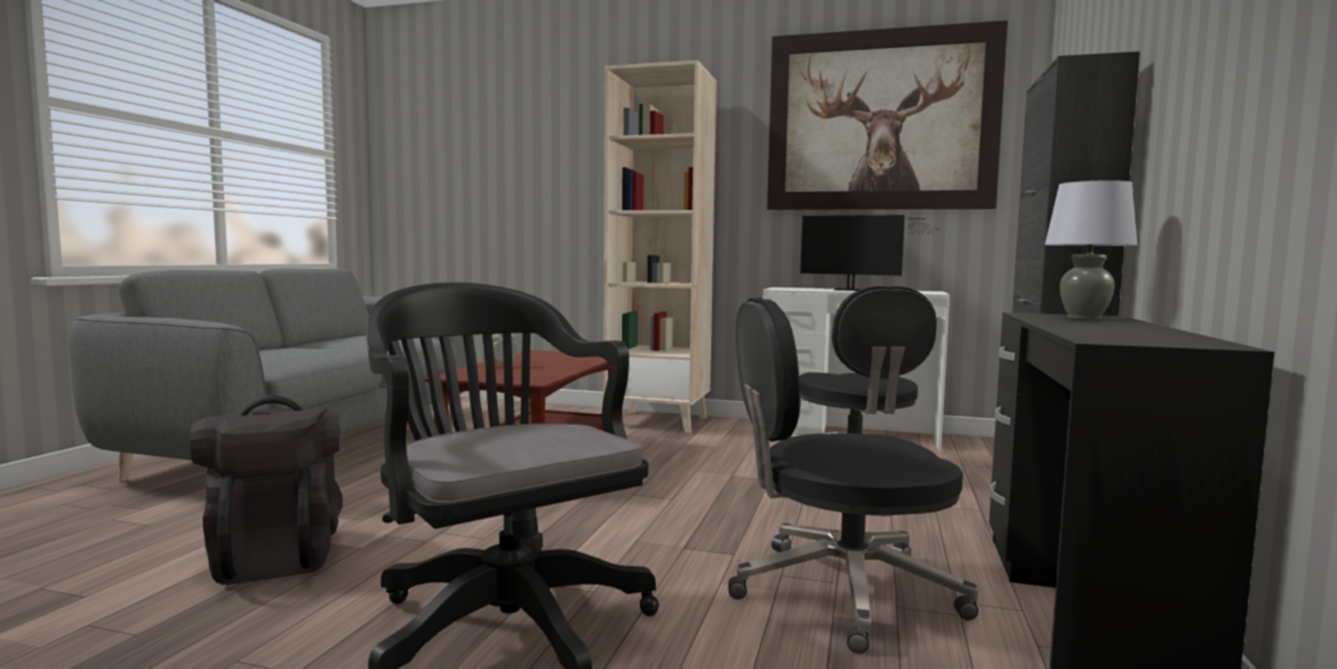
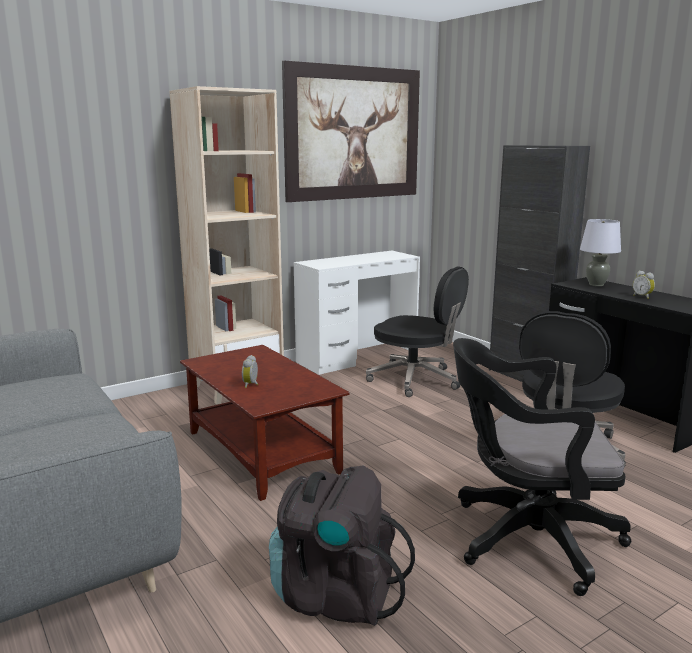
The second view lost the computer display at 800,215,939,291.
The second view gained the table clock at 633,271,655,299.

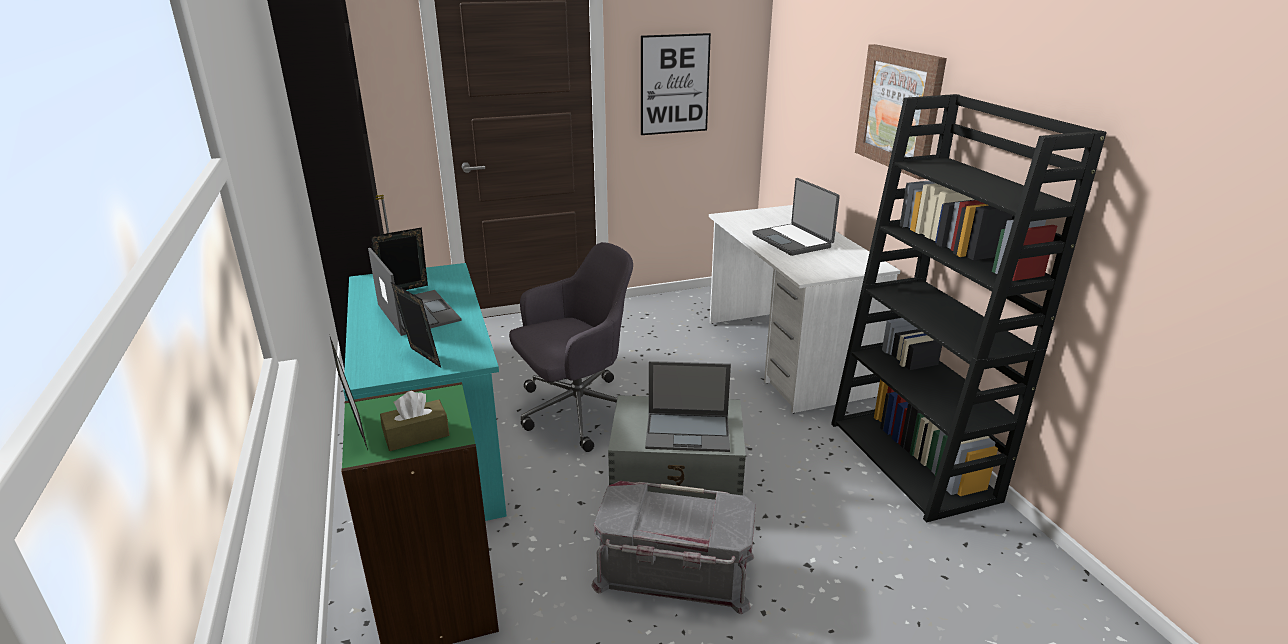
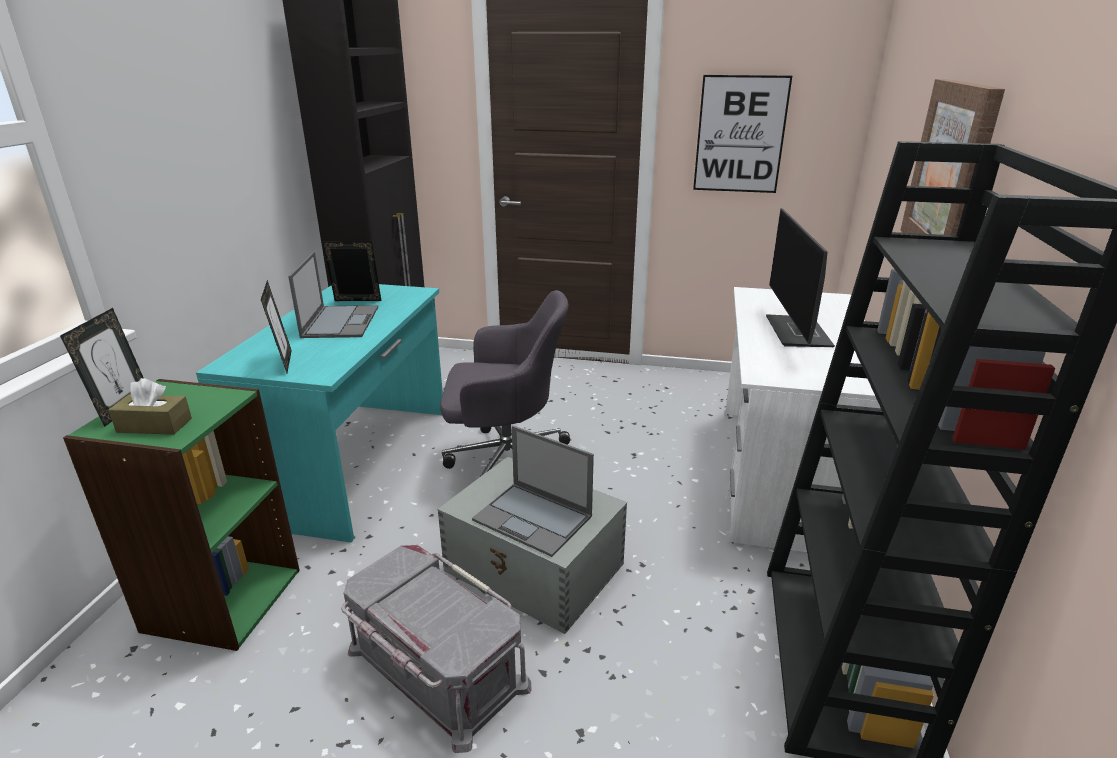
Where the portable computer stood at 752,178,840,256, the computer display came to stand at 766,208,835,347.

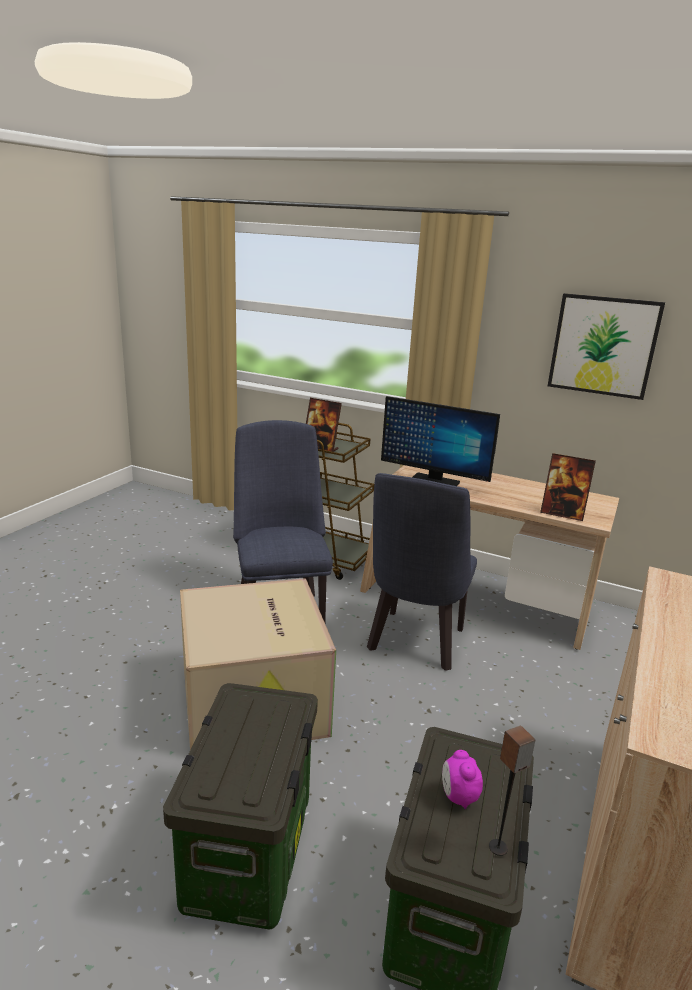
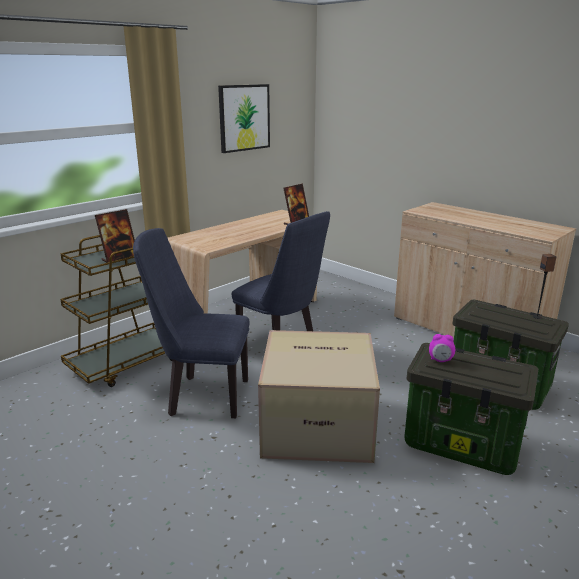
The second view lost the computer display at 381,396,500,486.
The table clock ended up elsewhere, having gone from 442,750,483,809 to 429,334,455,362.

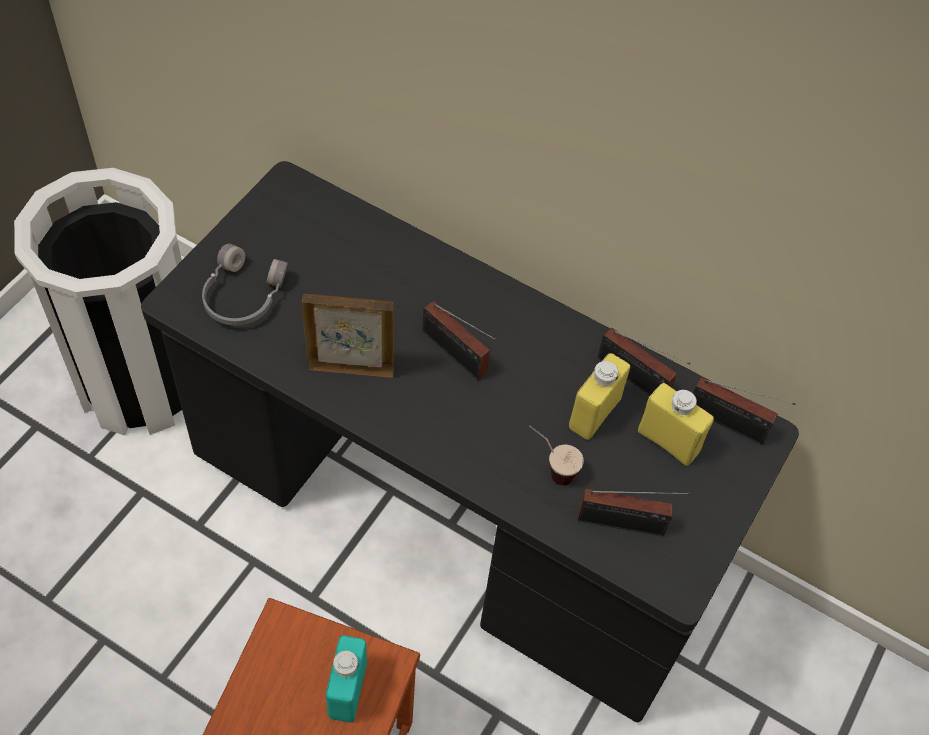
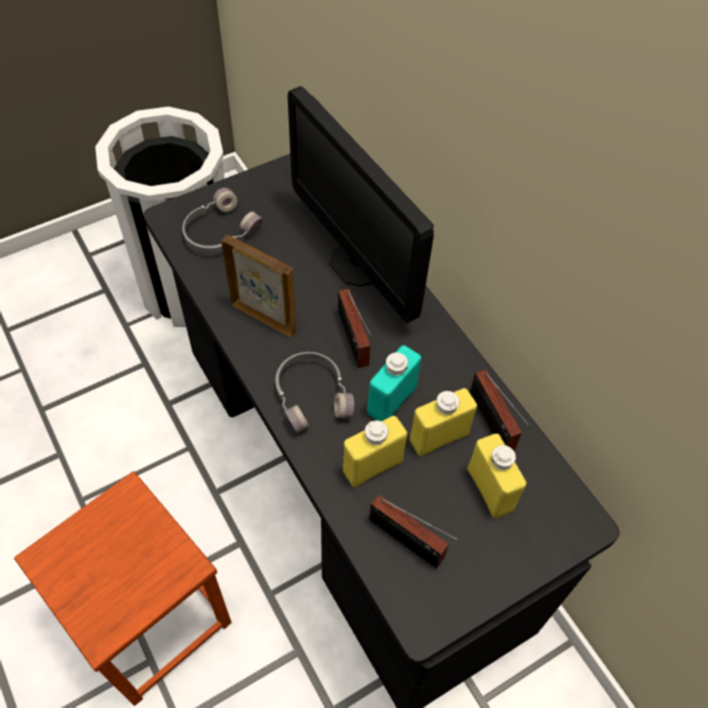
The drink bottle/turquoise ended up elsewhere, having gone from 326,636,367,723 to 367,345,421,421.
Where the small cup stood at 529,426,584,485, the drink bottle/yellow-coloured came to stand at 343,416,407,488.
The second view lost the radio at 693,377,796,445.
The second view gained the headset/gray at 275,352,354,434.
The second view gained the computer display at 288,86,434,323.

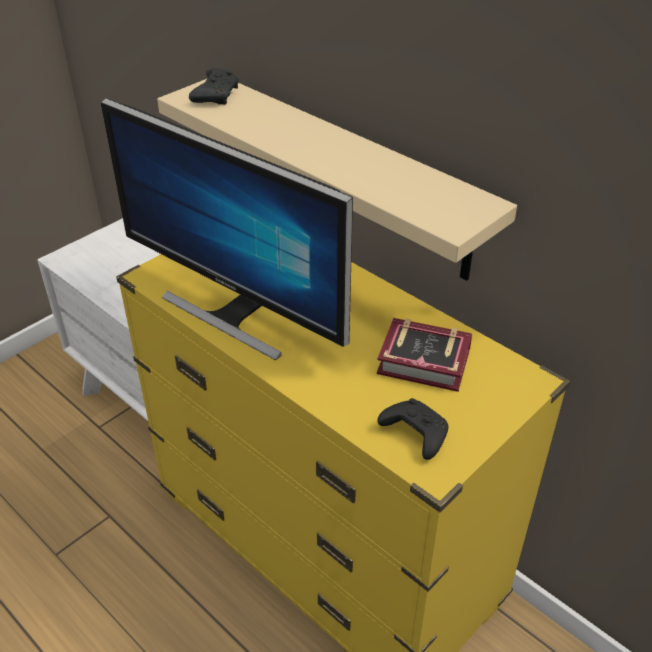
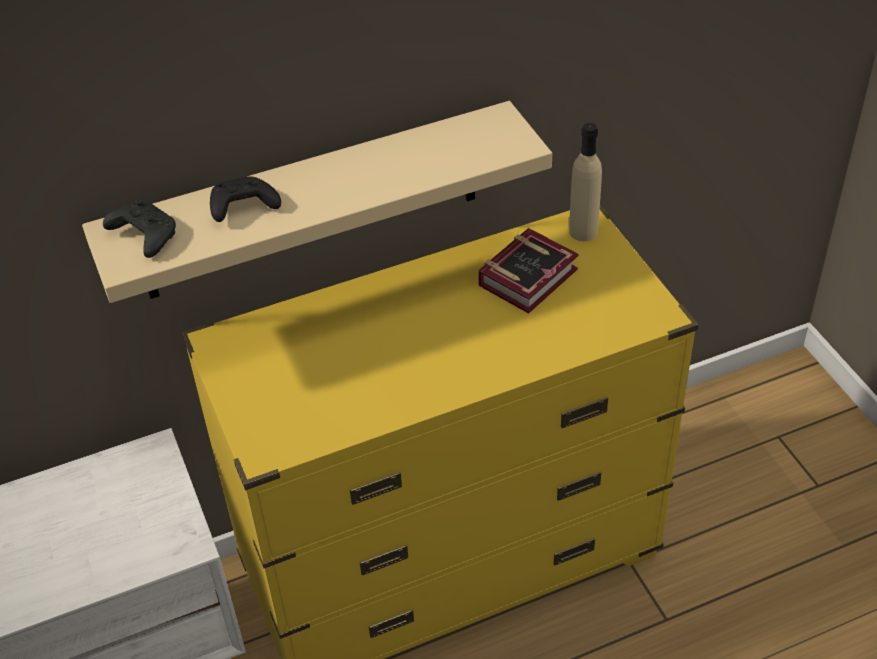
The second view lost the computer display at 101,98,353,360.
The joypad/black-coloured ended up elsewhere, having gone from 377,398,448,460 to 210,176,281,222.
The second view gained the drink bottle/beige at 569,123,602,241.

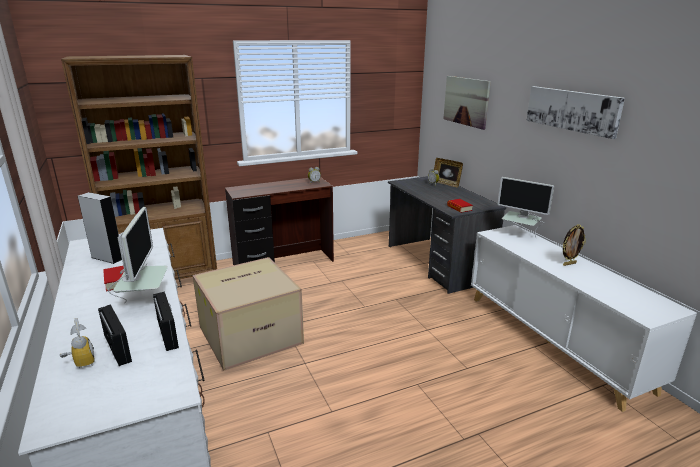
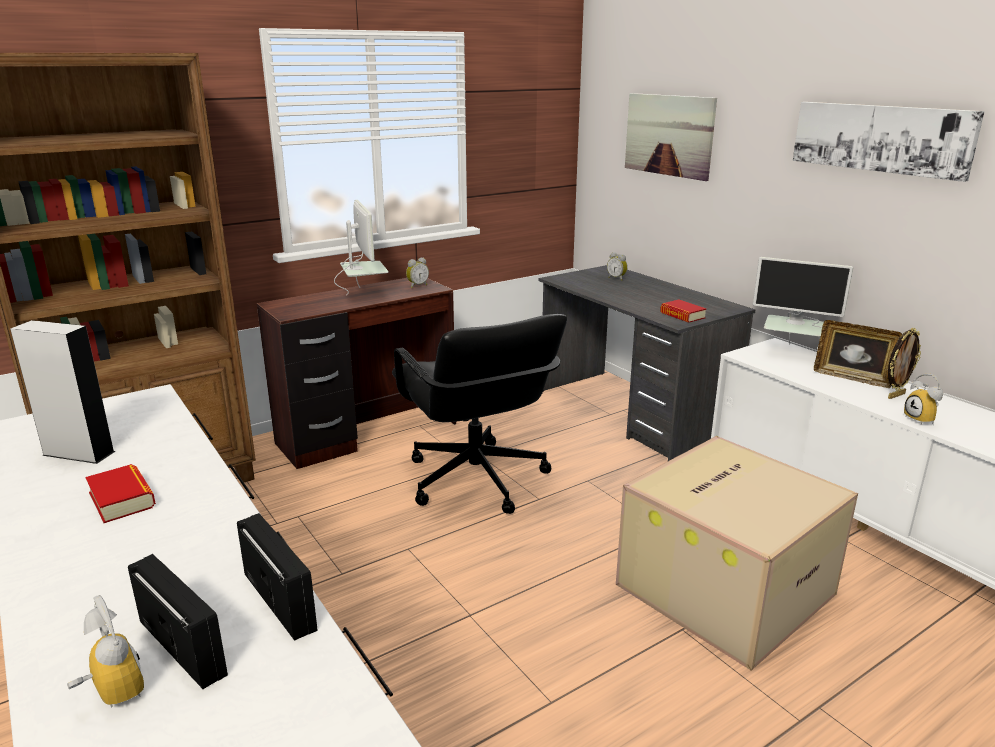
The computer display ended up elsewhere, having gone from 108,207,168,303 to 334,200,389,295.
The cardboard box ended up elsewhere, having gone from 193,257,304,371 to 616,436,858,671.
The picture frame ended up elsewhere, having gone from 434,158,463,188 to 814,320,902,388.
The second view gained the office chair/black-coloured at 392,314,567,514.
The second view gained the table clock at 904,374,943,425.

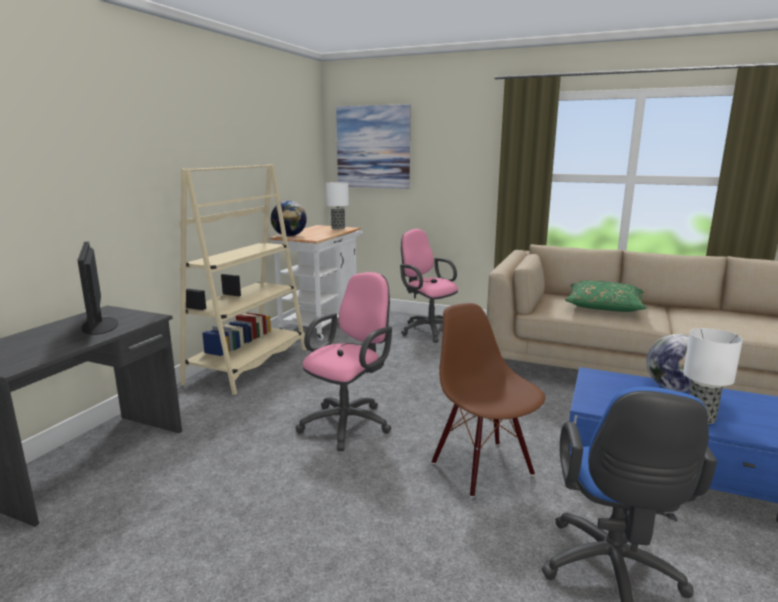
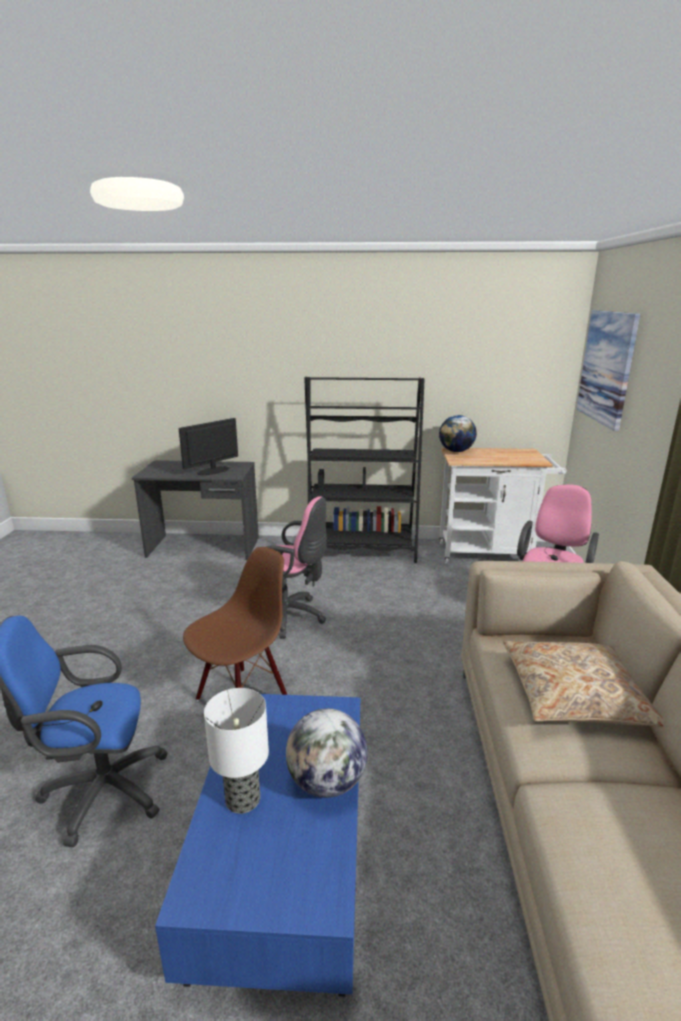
What was the bookshelf/beige at 179,164,306,395 turned into the bookshelf/black-coloured at 304,377,425,563.
The second view lost the lamp for a table at 326,182,349,229.
What was the cushion/greenish at 565,280,647,312 turned into the cushion/beige at 503,640,664,727.

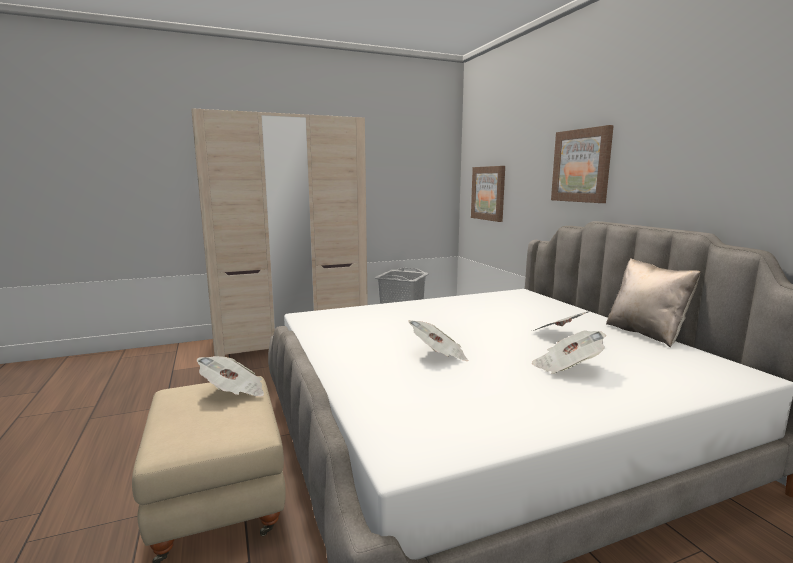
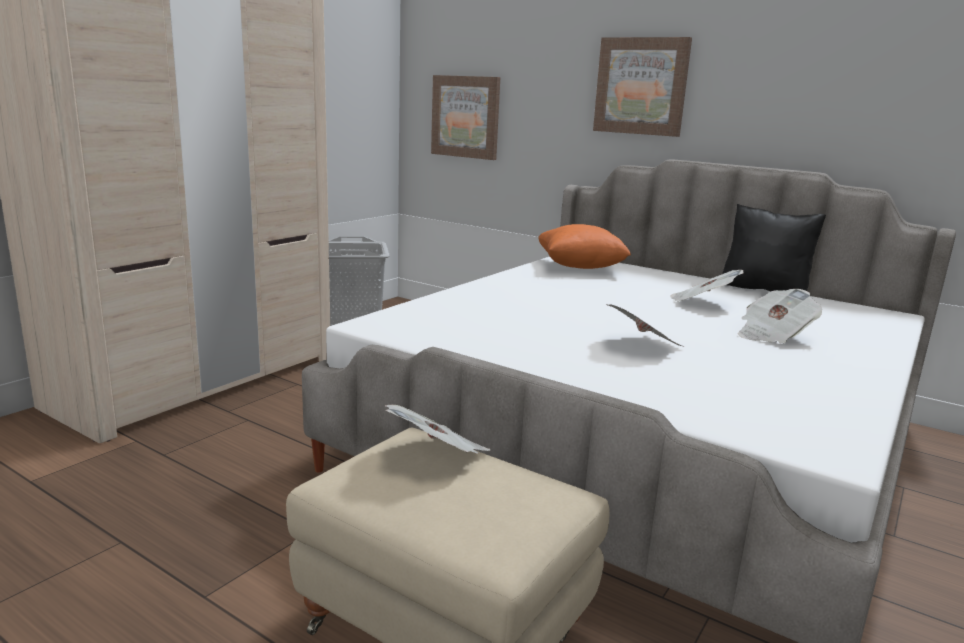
What was the cushion/beige at 606,258,701,347 turned into the cushion/black-coloured at 722,204,826,291.
The second view gained the cushion/orange-coloured at 538,224,631,269.

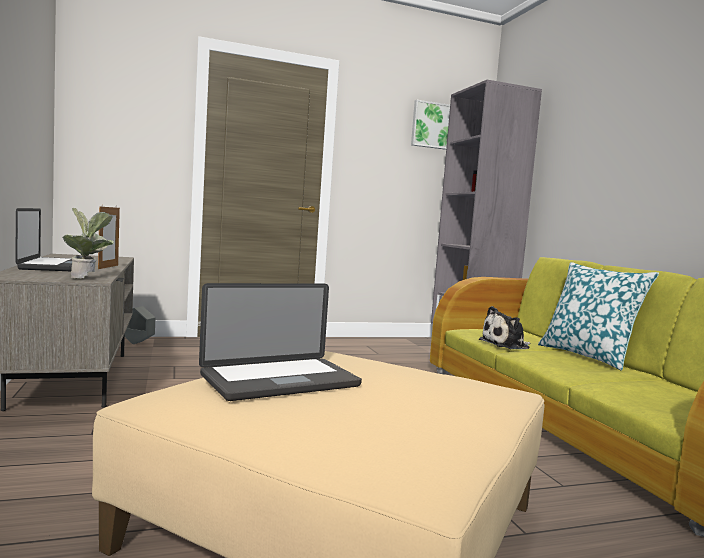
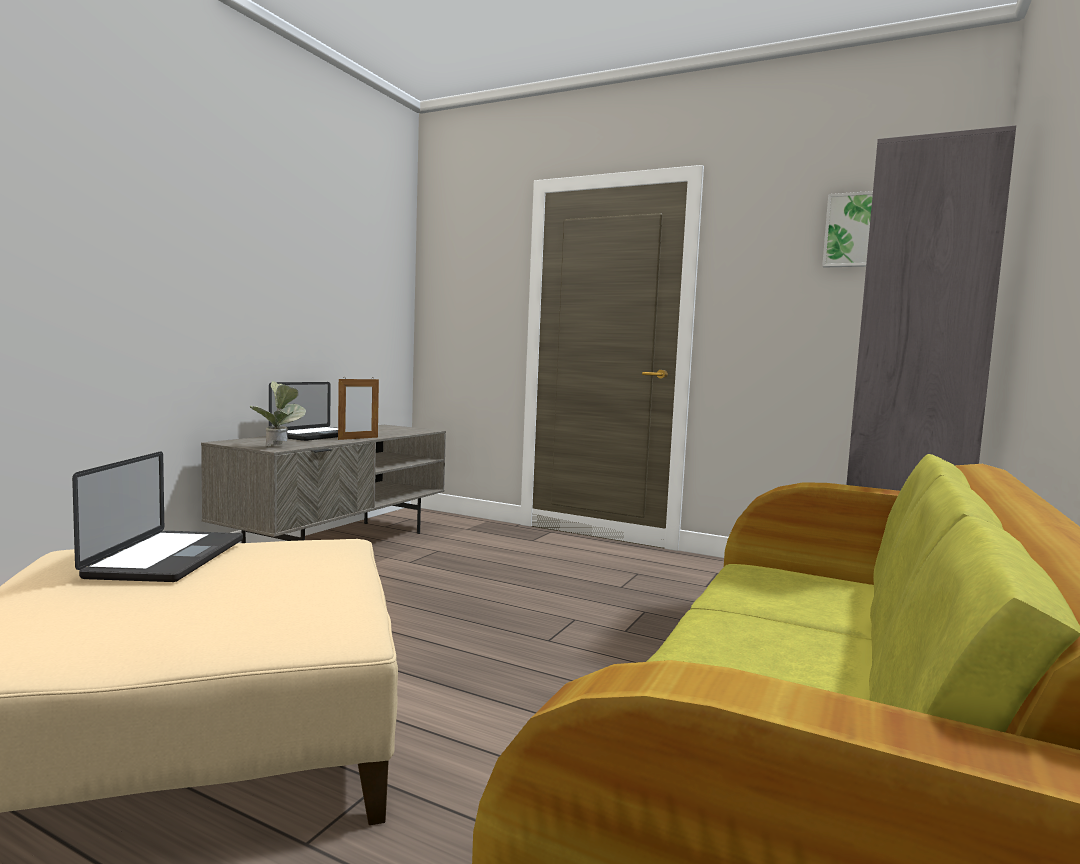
The second view lost the flower pot/gray at 125,306,155,344.
The portable computer at 199,283,362,401 ended up facing another way, 105 degrees counterclockwise from before.
The second view lost the cuddly toy at 479,306,531,349.
The second view lost the cushion at 538,262,659,371.

